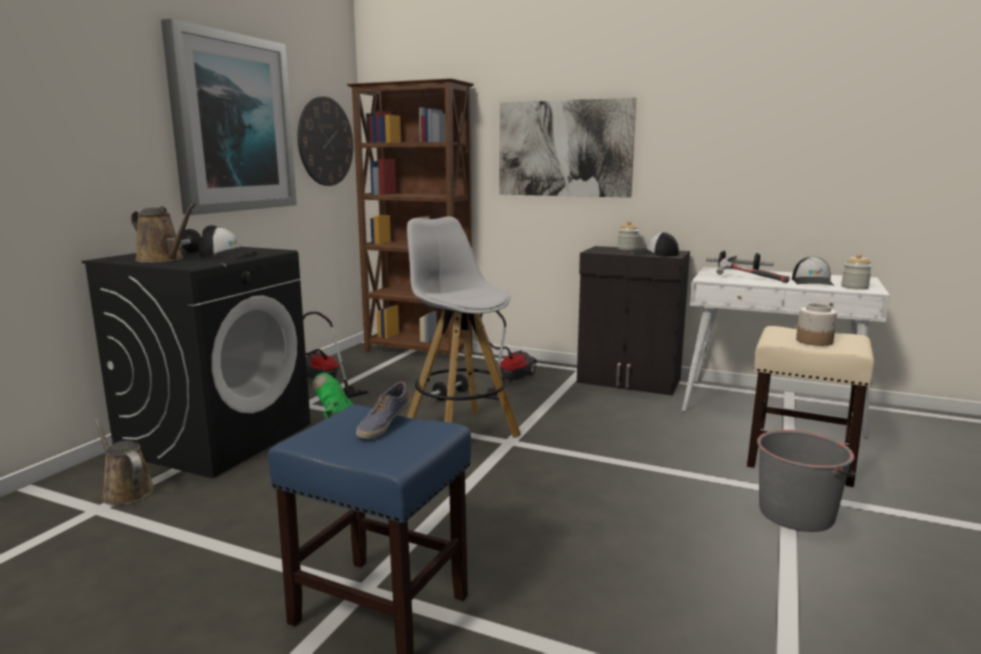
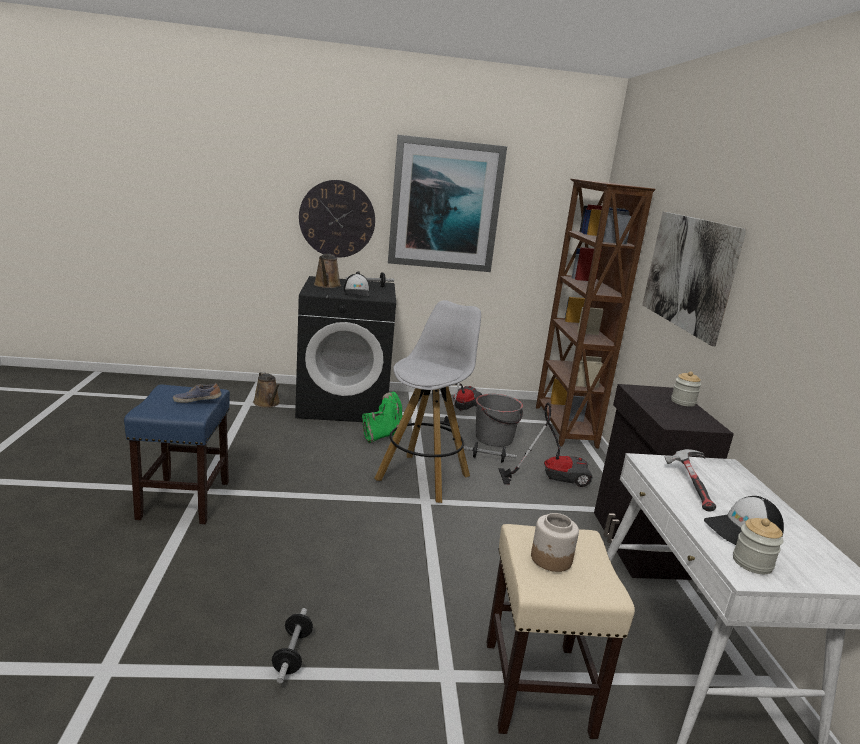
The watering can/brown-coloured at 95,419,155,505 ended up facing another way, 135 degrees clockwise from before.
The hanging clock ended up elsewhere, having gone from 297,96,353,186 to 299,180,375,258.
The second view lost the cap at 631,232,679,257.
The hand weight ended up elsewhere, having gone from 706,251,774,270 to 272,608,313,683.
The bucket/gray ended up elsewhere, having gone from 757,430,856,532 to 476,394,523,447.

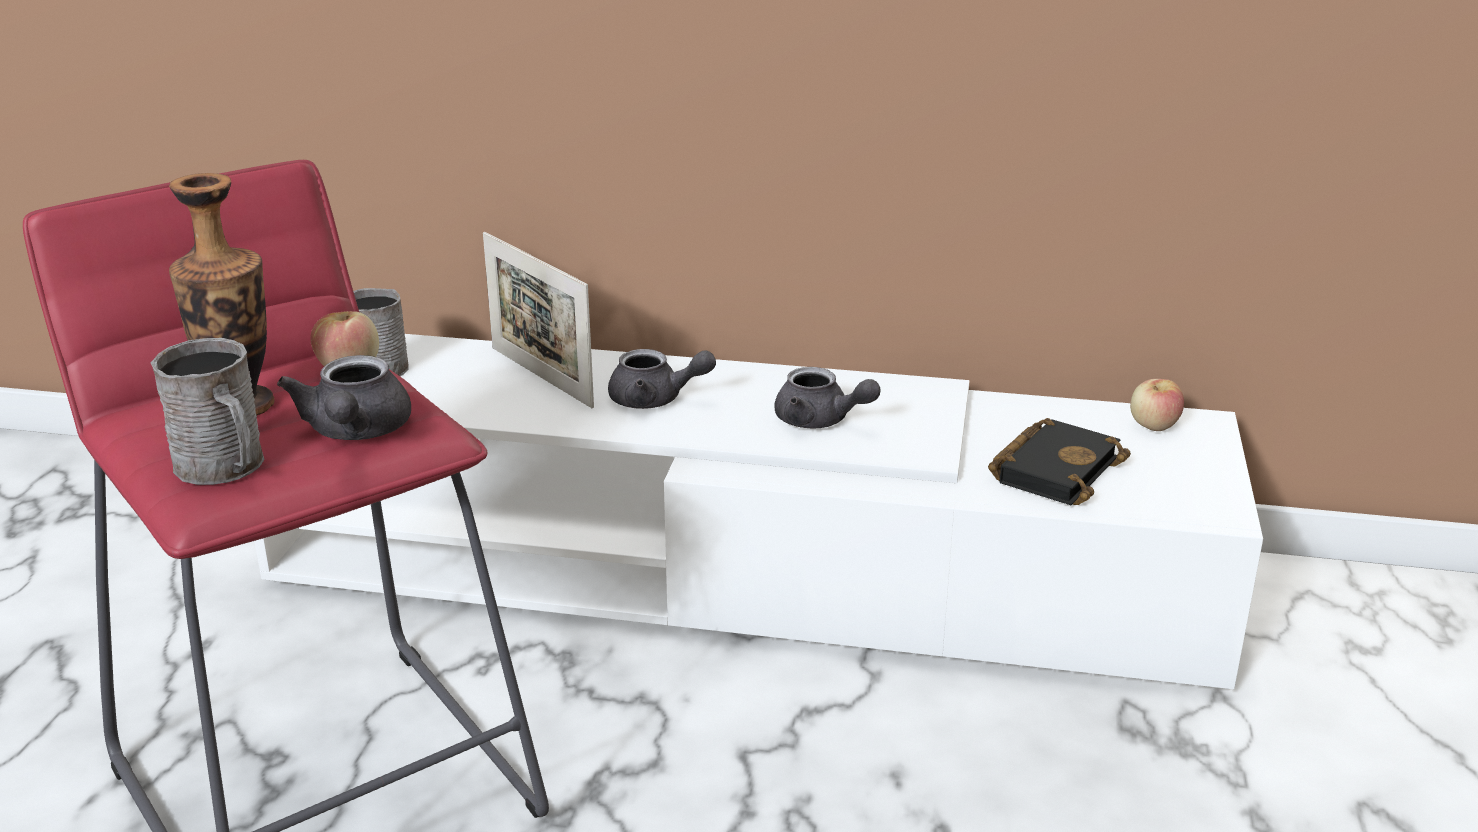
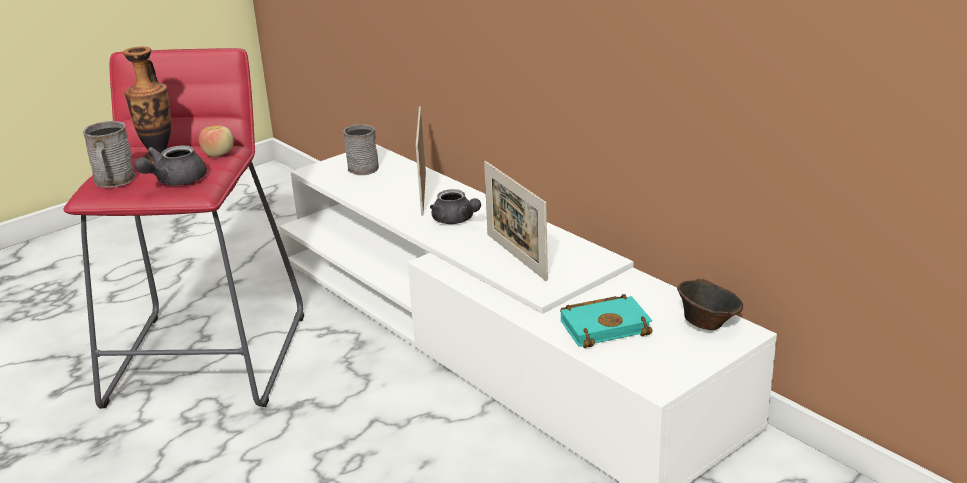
Where the teapot/gray stood at 774,367,881,428, the picture frame came to stand at 484,161,548,281.
What was the book/black-coloured at 988,418,1131,505 turned into the book/turquoise at 560,294,653,348.
Where the apple fruit stood at 1130,379,1184,431, the serving bowl/brown-coloured came to stand at 677,279,743,330.

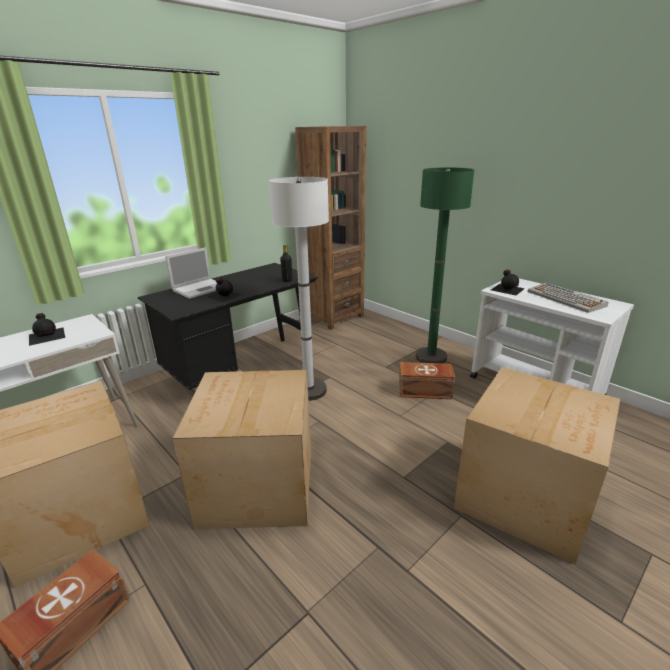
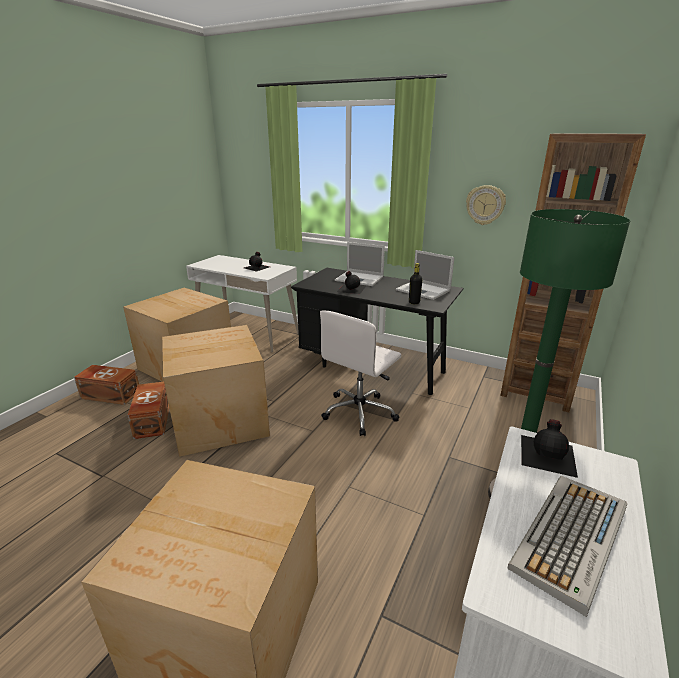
Where the standard lamp/white-coloured stood at 269,177,329,401, the office chair/white-coloured came to stand at 320,311,401,436.
The storage container/brown-coloured ended up elsewhere, having gone from 399,362,455,399 to 127,382,169,439.
The second view gained the portable computer at 396,250,455,300.
The second view gained the hanging clock at 466,185,506,225.

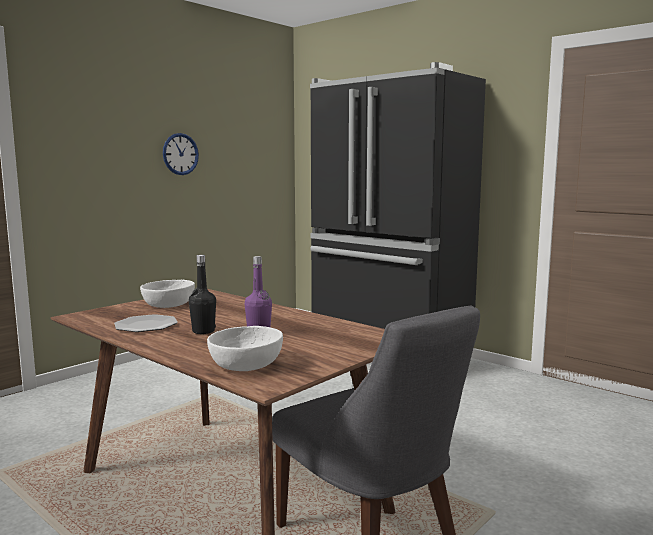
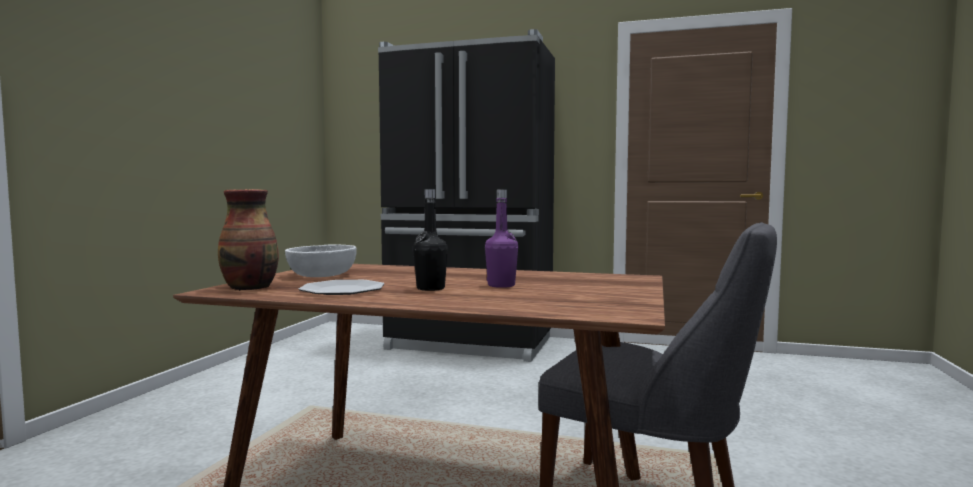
The second view lost the hanging clock at 163,133,199,175.
The second view lost the serving bowl/white-coloured at 207,326,283,371.
The second view gained the flower vase at 218,189,279,291.

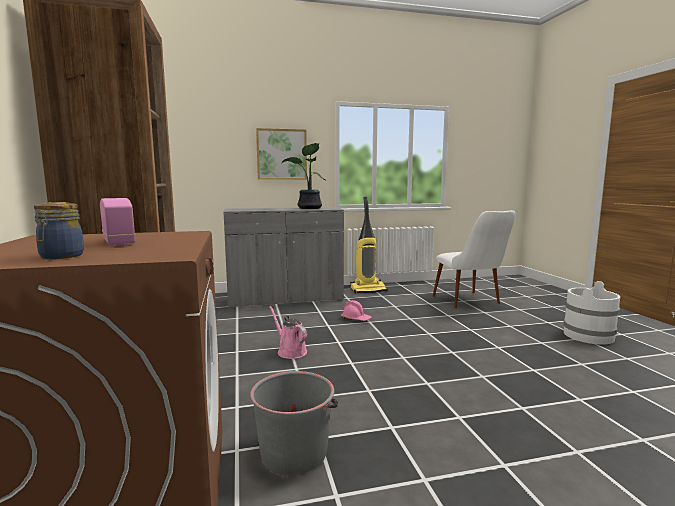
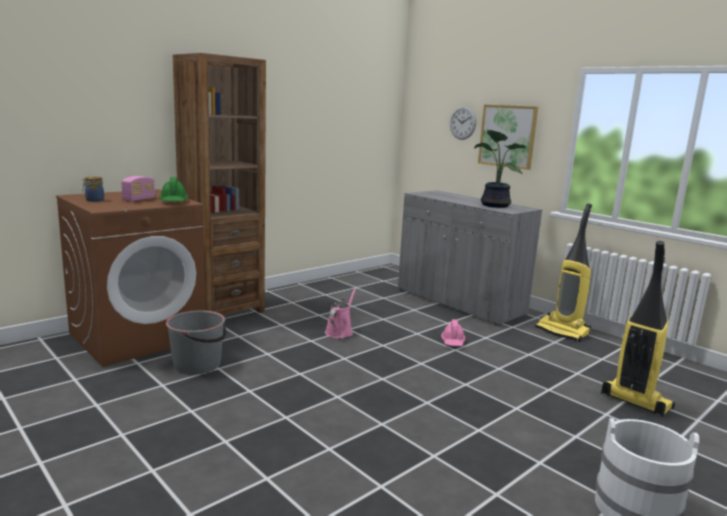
Where the upright chair/white-coloured stood at 433,210,515,308, the vacuum cleaner came to stand at 601,241,675,417.
The second view gained the safety helmet/greenish at 159,177,188,202.
The second view gained the hanging clock at 450,106,476,140.

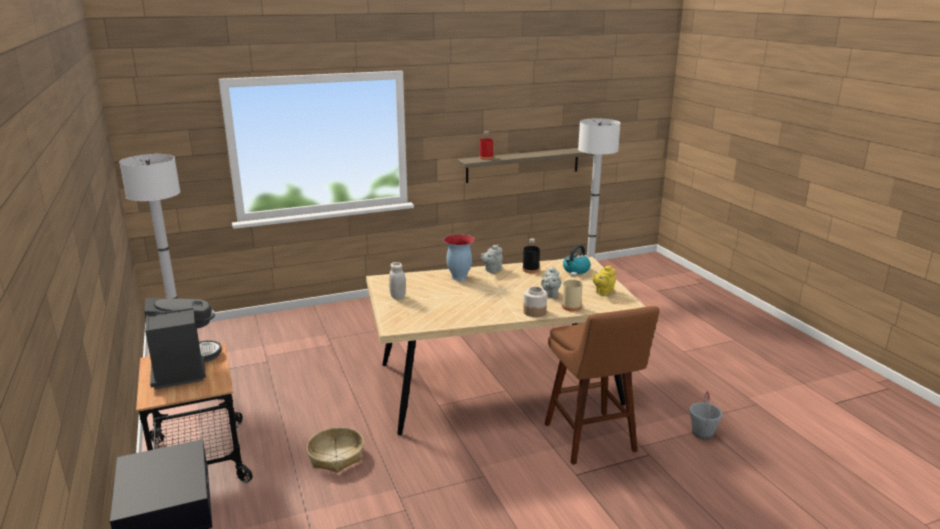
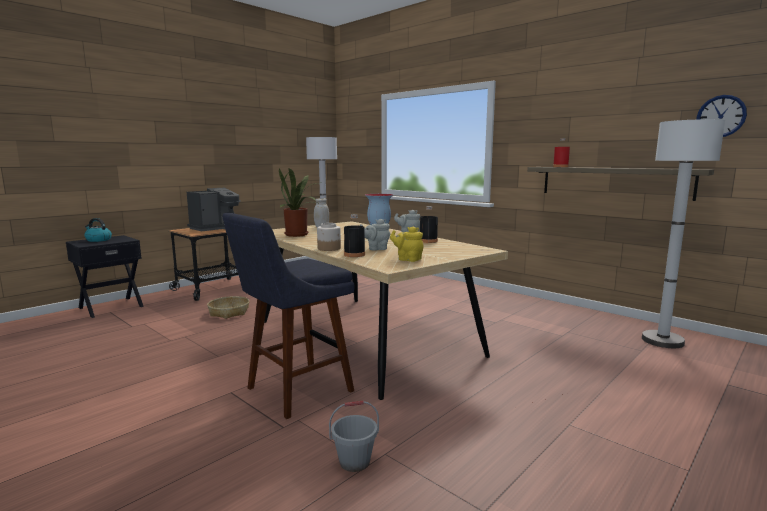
What was the sitting stool/brown-coloured at 545,306,660,465 turned into the sitting stool/blue at 222,213,355,419.
What was the drink bottle/beige at 562,272,583,311 turned into the drink bottle/black-coloured at 344,214,365,257.
The kettle ended up elsewhere, having gone from 563,245,591,274 to 84,218,112,242.
The second view gained the potted plant at 279,168,317,237.
The second view gained the hanging clock at 697,95,747,137.

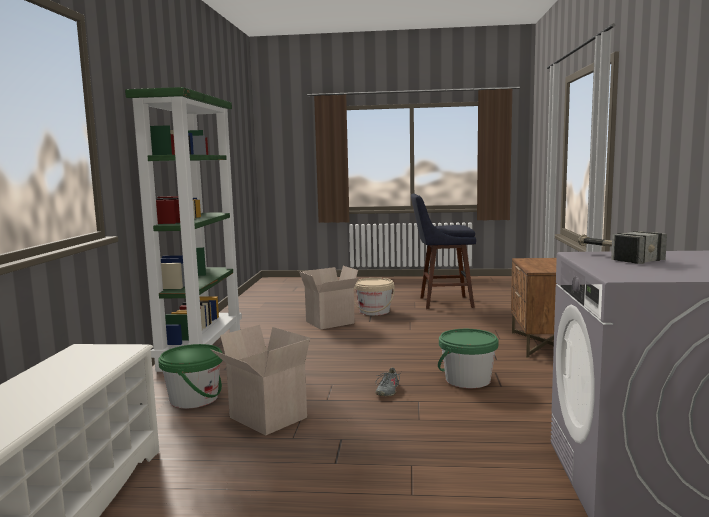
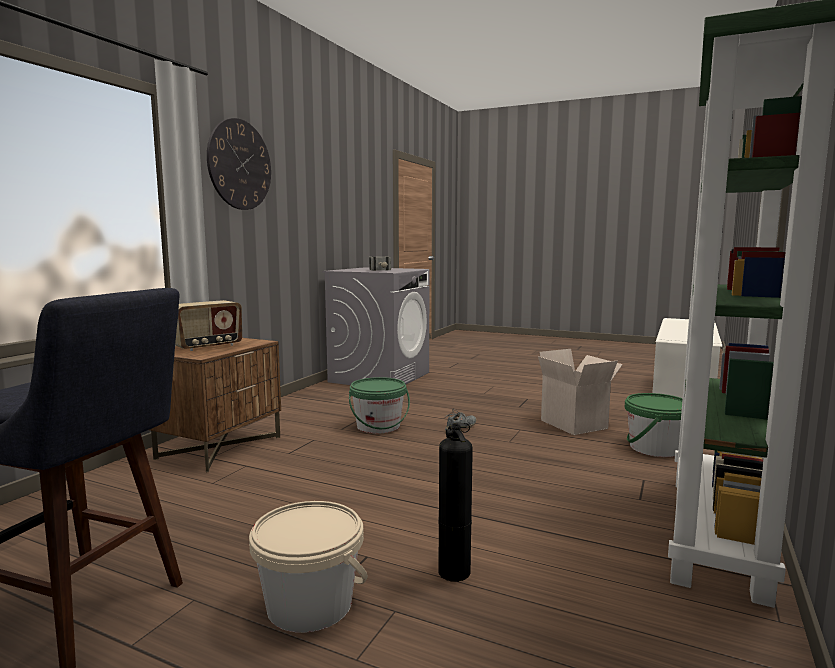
Where the cardboard box stood at 299,266,359,329, the extinguisher came to stand at 438,423,473,582.
The second view gained the radio at 175,300,242,351.
The second view gained the hanging clock at 207,118,271,210.

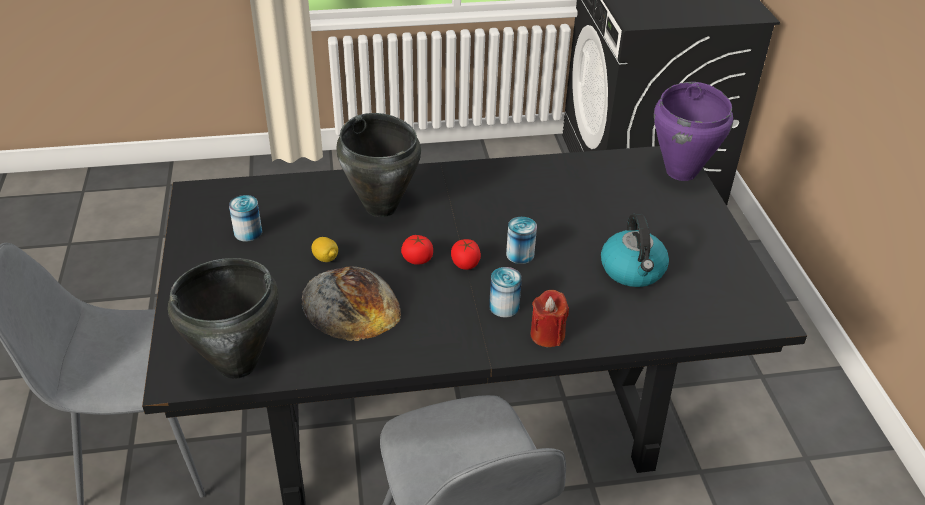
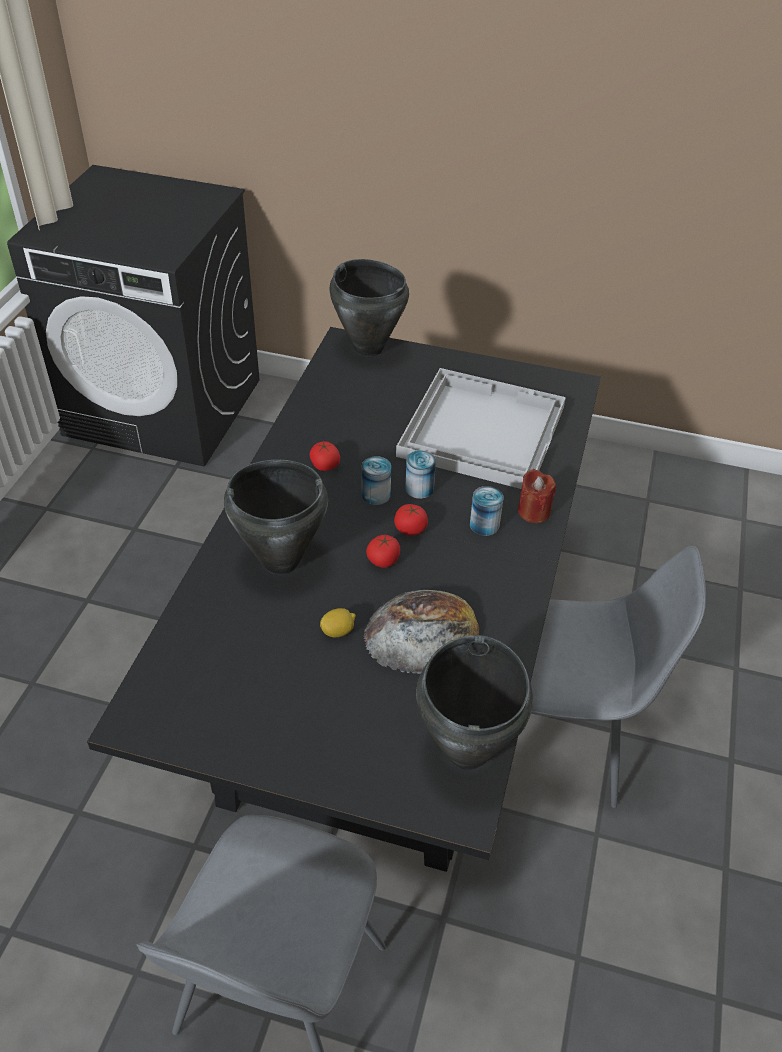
The metal can ended up elsewhere, having gone from 229,195,262,242 to 362,456,391,505.
Where the kettle stood at 601,213,669,287, the tray/white-coloured came to stand at 396,368,566,489.
What was the stockpot/purple-coloured at 654,82,733,181 turned into the stockpot/black-coloured at 329,259,409,357.
The second view gained the tomato at 310,441,340,471.

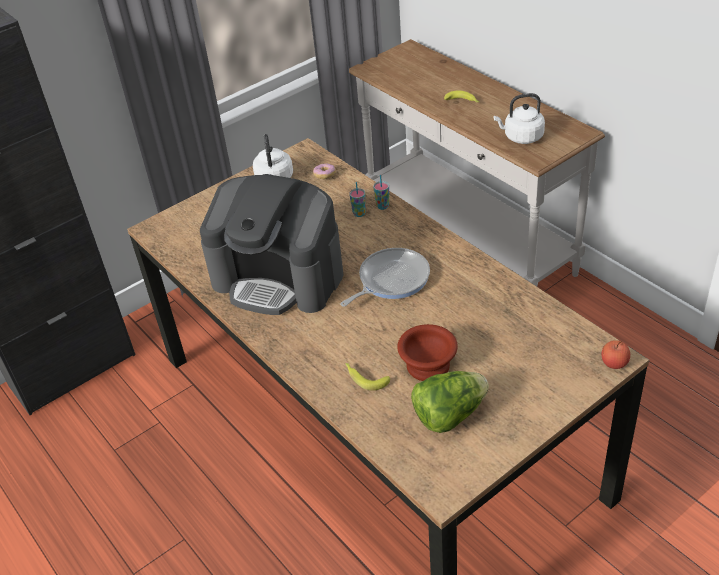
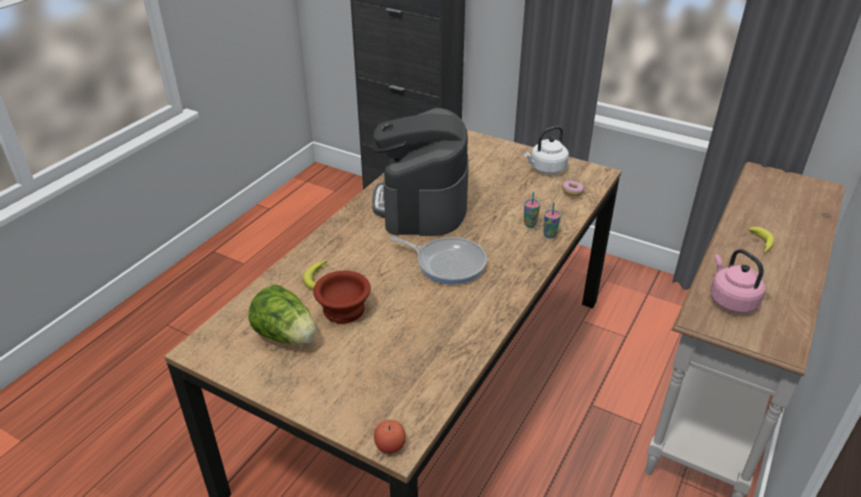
What was the kettle/white-coloured at 494,93,545,144 turned into the kettle/pink-coloured at 711,249,765,313.

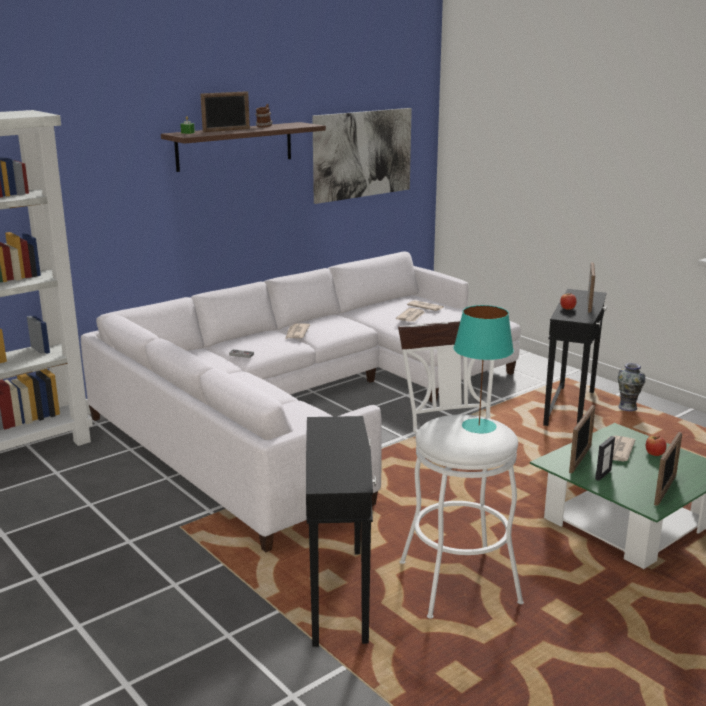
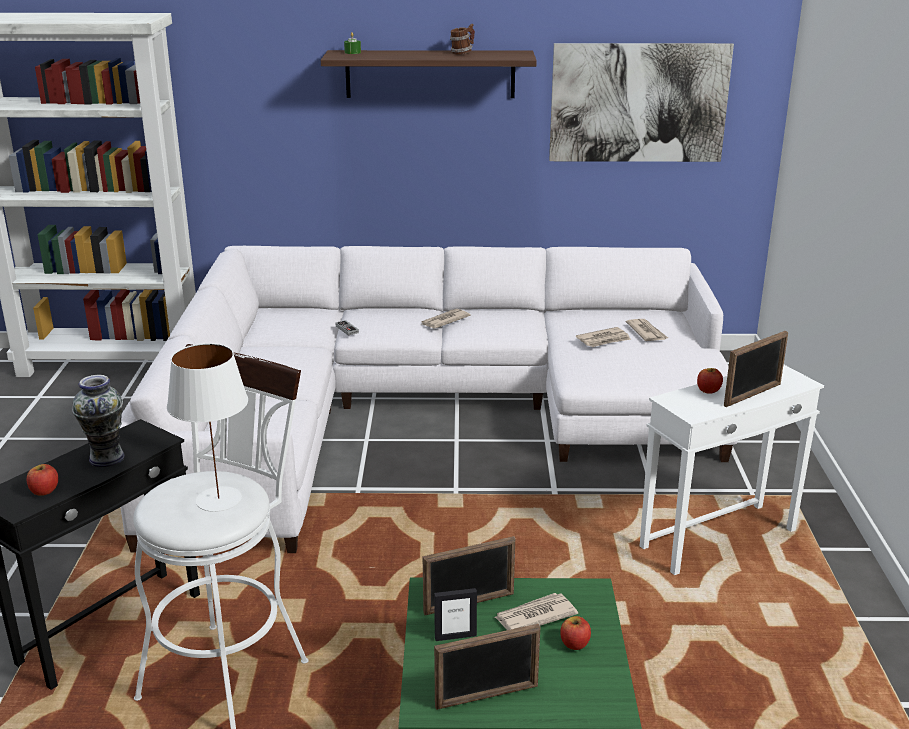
The second view lost the picture frame at 200,91,250,132.
What was the lamp for a table/turquoise at 454,305,514,433 turned into the lamp for a table/white-coloured at 167,343,248,512.
What was the accent table/black-coloured at 543,289,607,426 turned into the accent table/white-coloured at 640,365,824,575.
The flower vase ended up elsewhere, having gone from 617,363,645,411 to 72,375,125,467.
The second view gained the apple fruit at 27,464,58,496.

